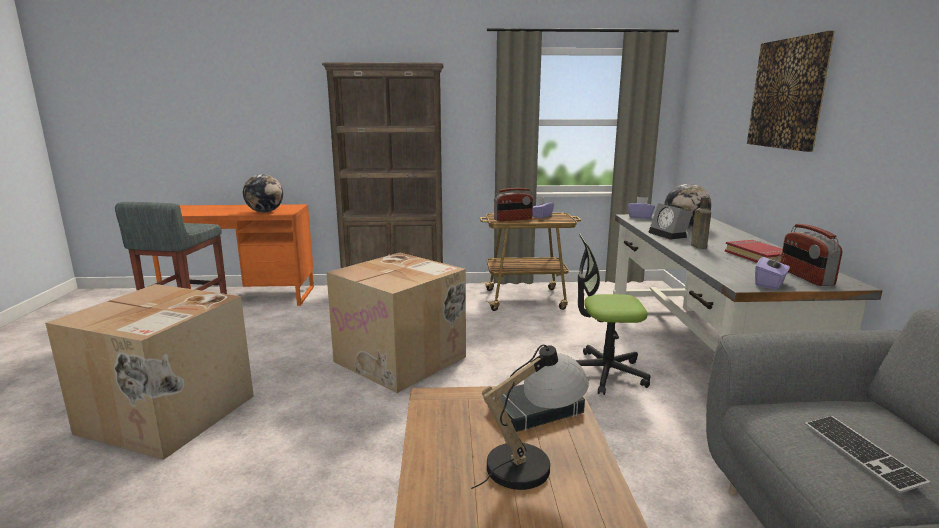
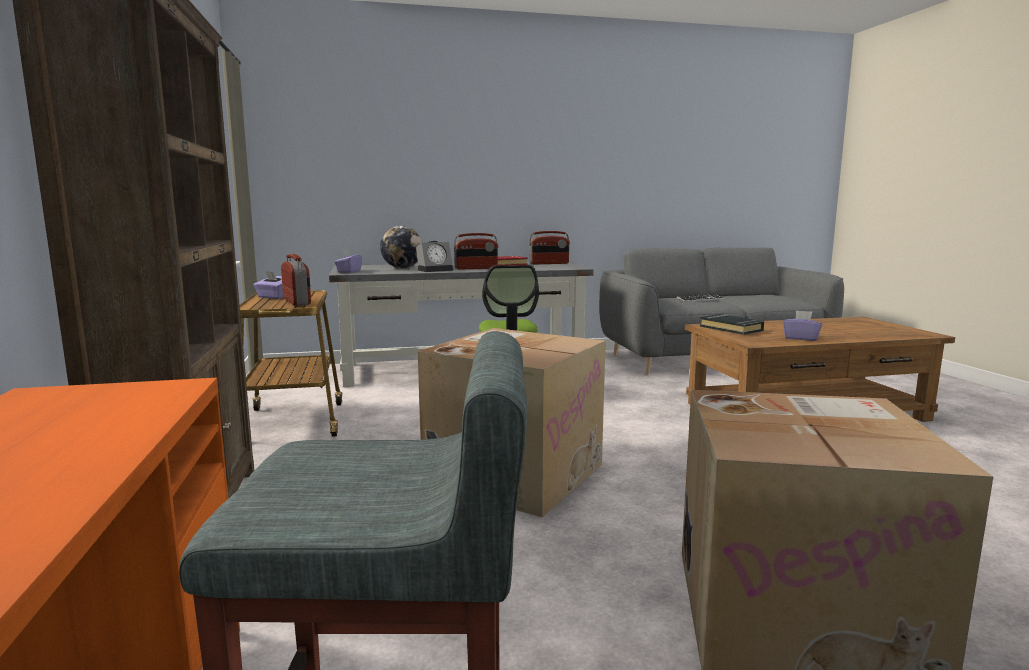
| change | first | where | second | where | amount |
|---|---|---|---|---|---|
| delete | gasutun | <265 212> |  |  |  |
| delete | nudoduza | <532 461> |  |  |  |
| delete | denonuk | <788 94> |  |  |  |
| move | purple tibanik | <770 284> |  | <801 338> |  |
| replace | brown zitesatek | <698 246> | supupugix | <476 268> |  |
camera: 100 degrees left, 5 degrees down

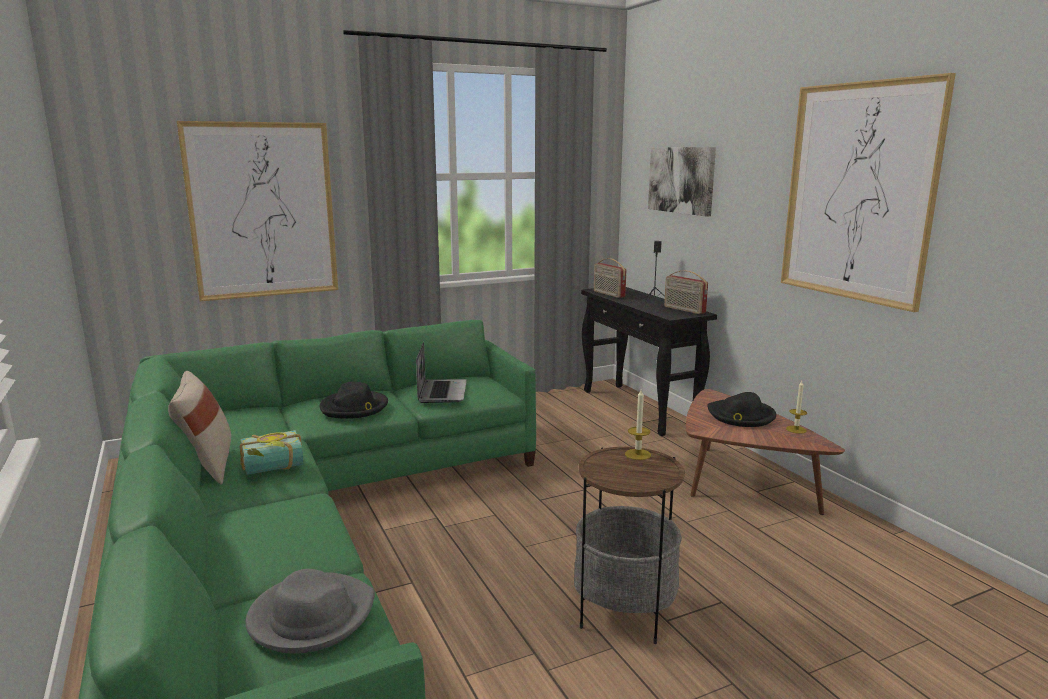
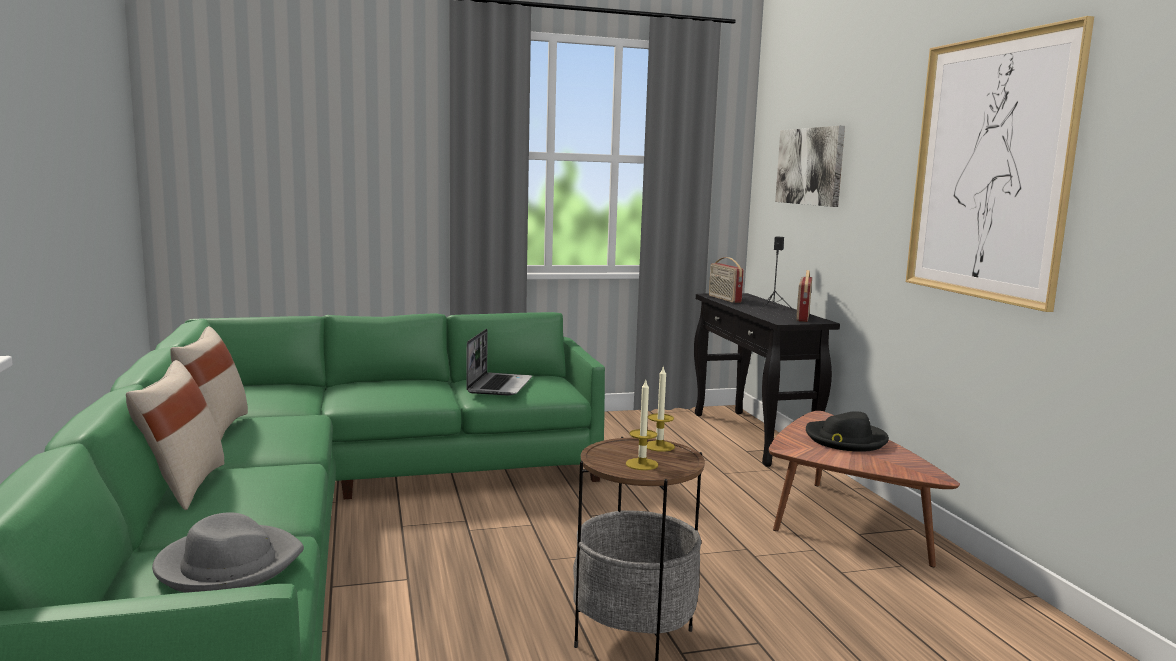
| change | first | where | second | where | amount |
|---|---|---|---|---|---|
| delete | denonuk | <262 211> |  |  |  |
| delete | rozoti | <274 469> |  |  |  |
| delete | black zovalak | <354 408> |  |  |  |
| insert |  |  | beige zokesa | <182 486> |  |
| move | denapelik | <796 429> |  | <642 464> |  |
| rotate | supupugix | <684 310> |  | <802 317> | 45 degrees clockwise |
camera: 10 degrees right, 5 degrees down

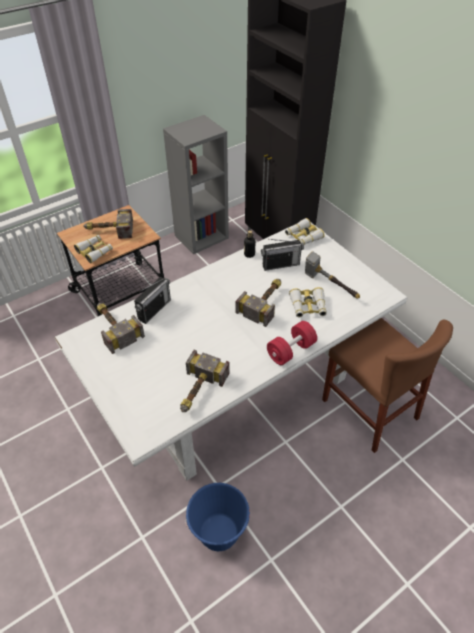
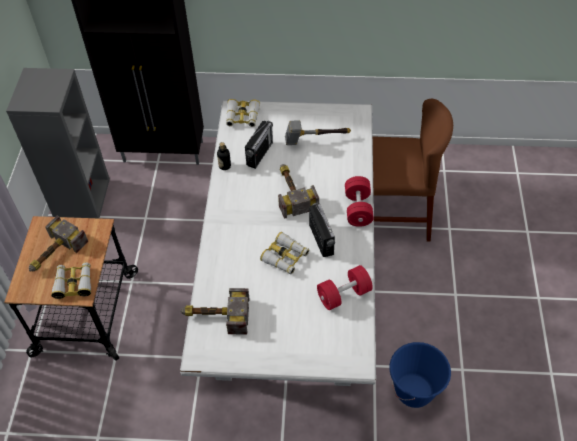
| change | first | where | second | where | amount |
|---|---|---|---|---|---|
| move | supupugix | <154 309> |  | <321 239> |  |
| move | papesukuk | <308 306> |  | <285 257> |  |
| replace | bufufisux | <198 391> | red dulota | <344 294> |  |
camera: 50 degrees left, 5 degrees up

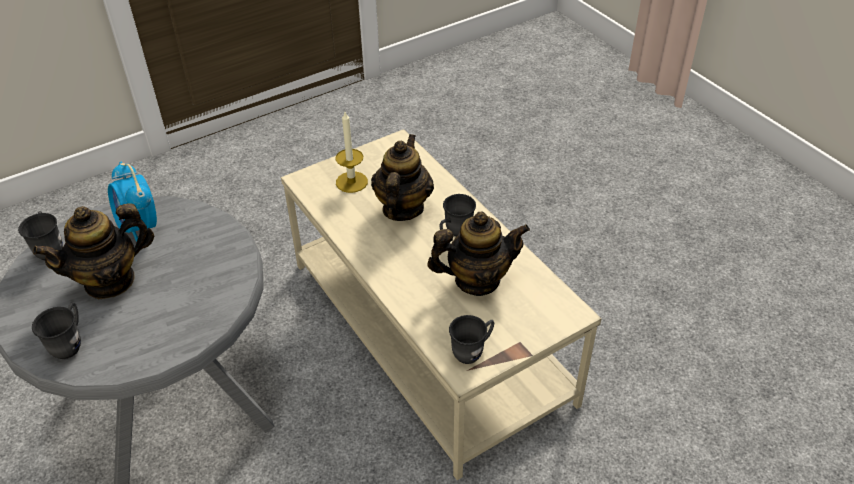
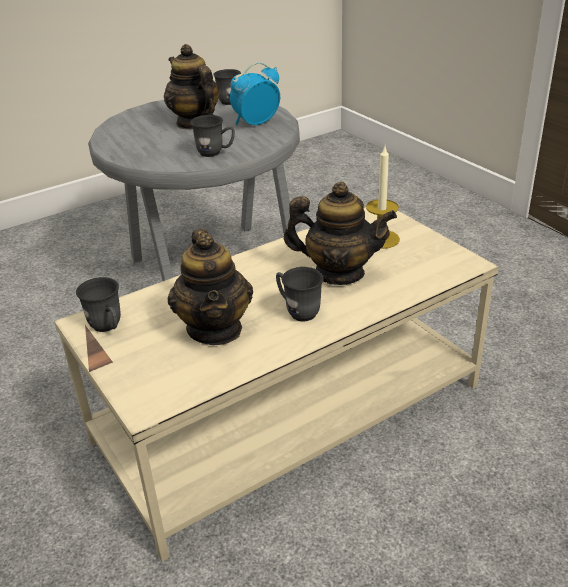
| change | first | where | second | where | amount |
|---|---|---|---|---|---|
| move | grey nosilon | <70 343> |  | <215 153> |  |
camera: 90 degrees right, 10 degrees down

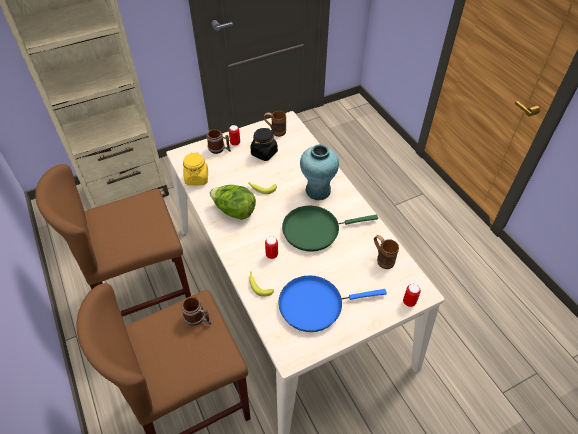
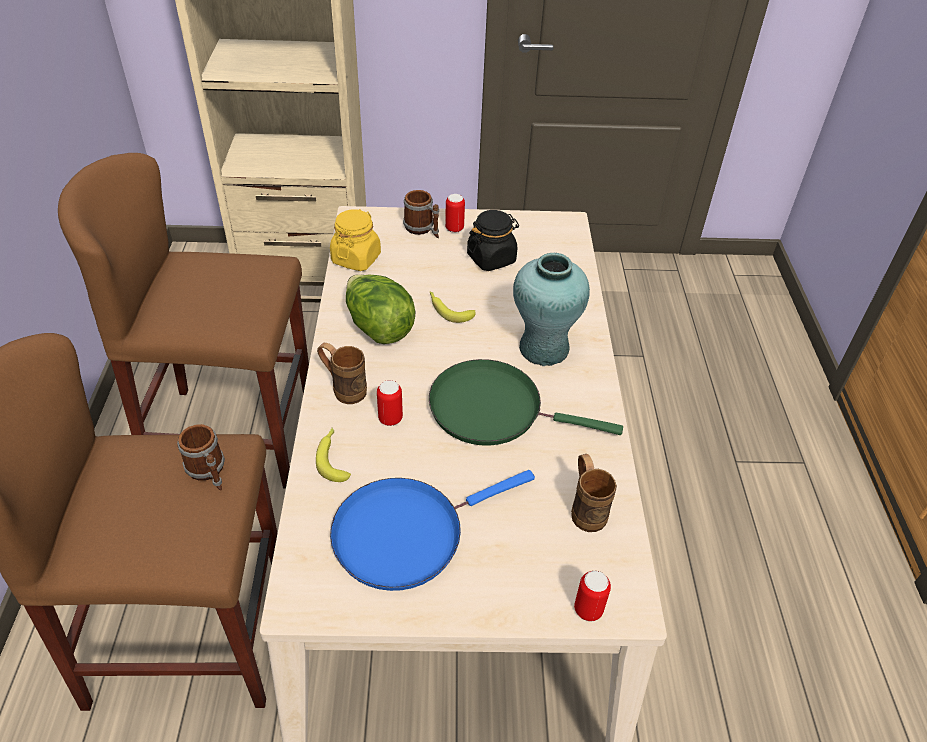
| change | first | where | second | where | amount |
|---|---|---|---|---|---|
| move | brown nosilon | <275 131> |  | <343 389> |  |
| rotate | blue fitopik | <315 305> |  | <405 533> | 45 degrees counterclockwise |
camera: 25 degrees right, 5 degrees down

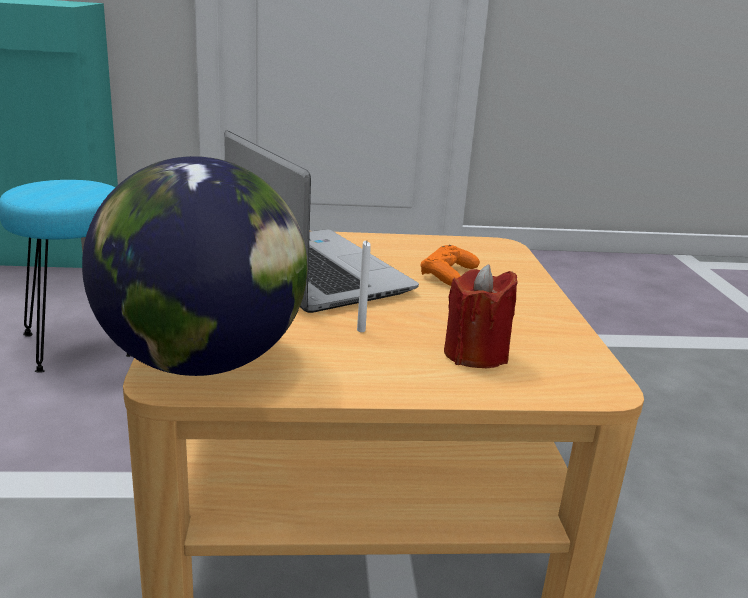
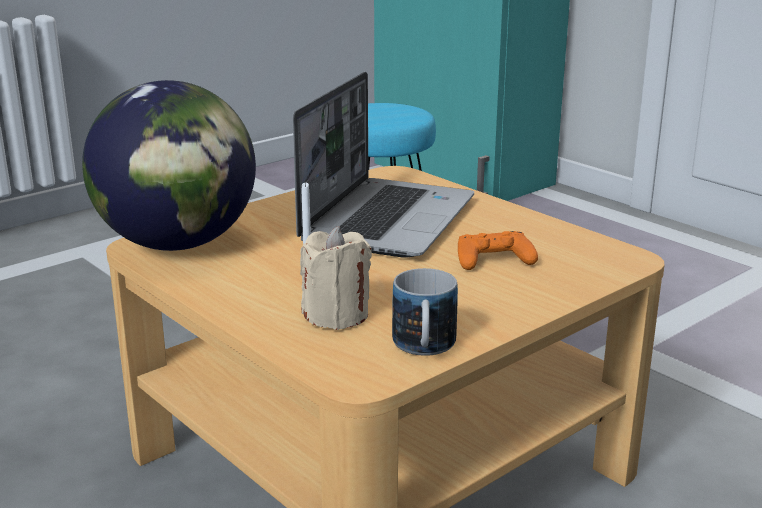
| change | first | where | second | where | amount |
|---|---|---|---|---|---|
| insert |  |  | nosilon | <424 348> |  |
| recolor | red denapelik | <475 354> | beige denapelik | <336 315> |  |
camera: 55 degrees right, 0 degrees up

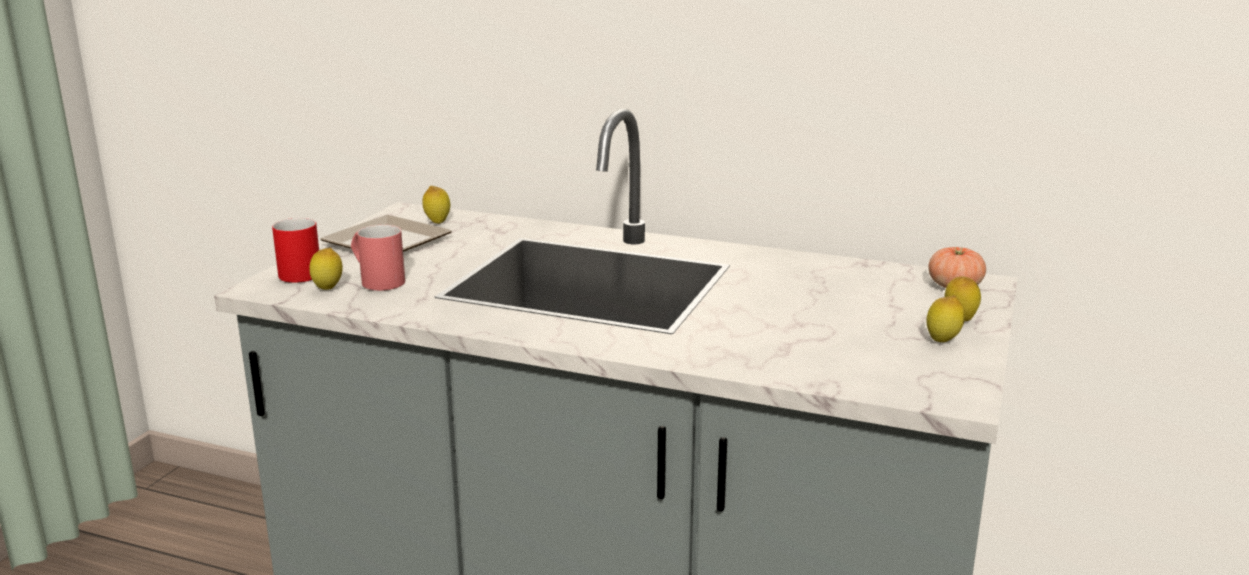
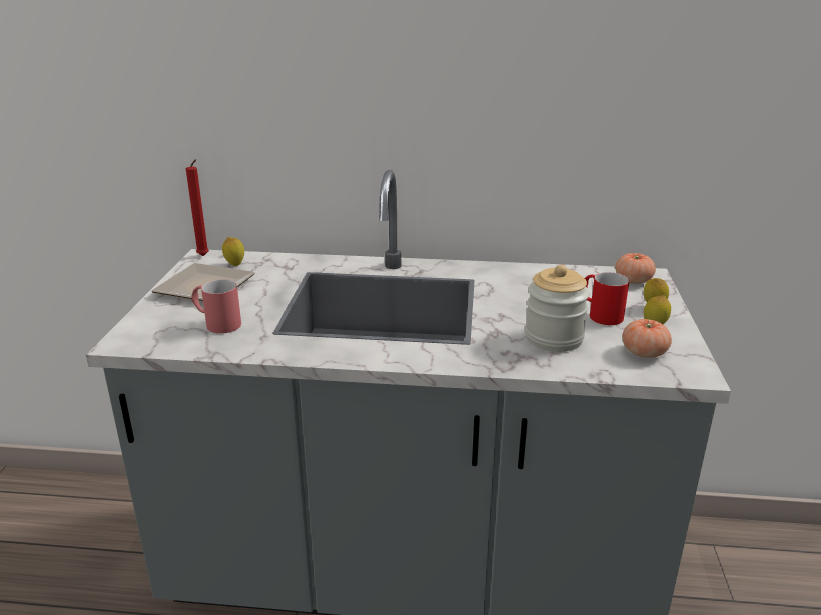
| change | first | where | second | where | amount |
|---|---|---|---|---|---|
| delete | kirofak | <328 290> |  |  |  |
| insert |  |  | red denapelik | <204 256> |  |
| insert |  |  | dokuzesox | <553 338> |  |
| insert |  |  | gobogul | <644 352> |  |
| move | red nosilon | <299 271> |  | <599 314> |  |
camera: 15 degrees left, 5 degrees up

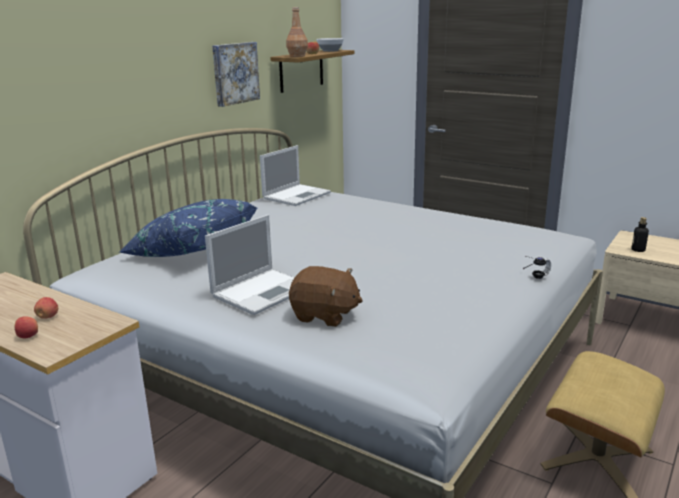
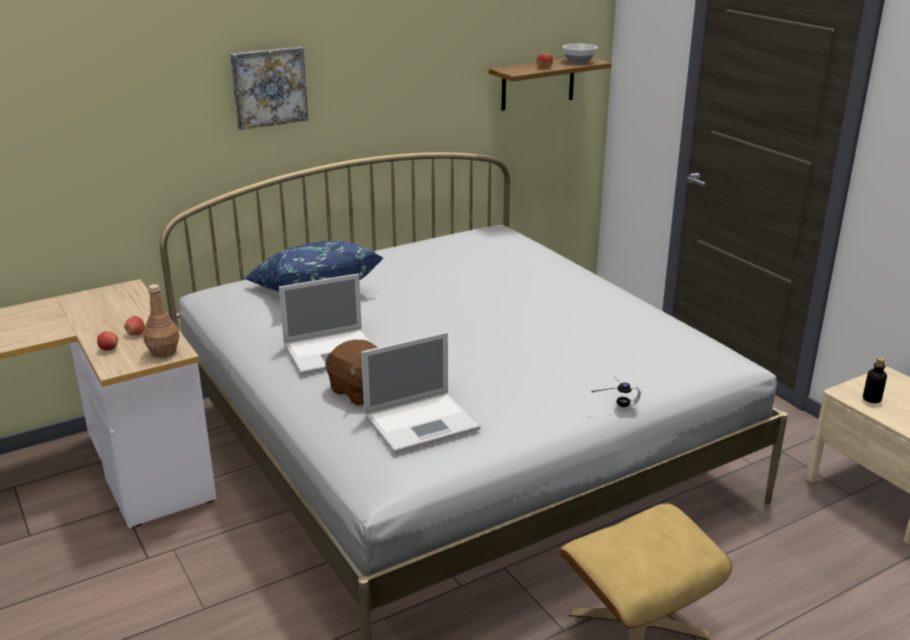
| change | first | where | second | where | amount |
|---|---|---|---|---|---|
| move | denonuk | <234 73> |  | <268 87> |  |
| move | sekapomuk | <297 195> |  | <423 422> |  |
| move | brown zitesatek | <297 56> |  | <164 352> |  |
camera: 25 degrees right, 5 degrees up

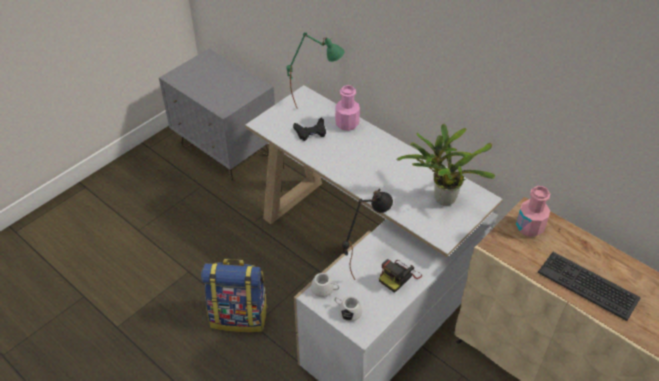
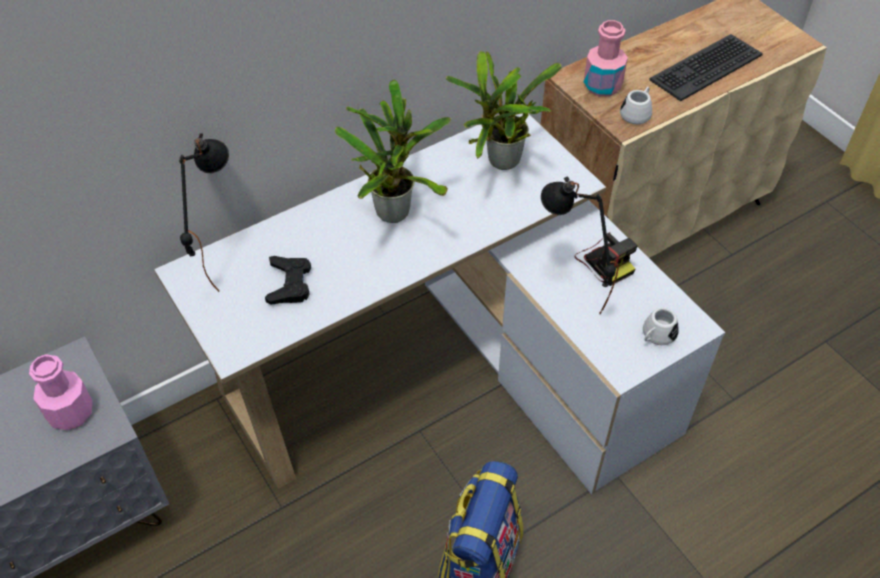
| change | first | where | second | where | amount |
|---|---|---|---|---|---|
| insert |  |  | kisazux | <394 209> |  |
| move | white nosilon | <325 290> |  | <637 112> |  |
| move | pink zitesatek | <347 124> |  | <70 412> |  |
| recolor | green nudoduza | <316 104> | black nudoduza | <219 262> |  |
camera: 75 degrees left, 5 degrees up

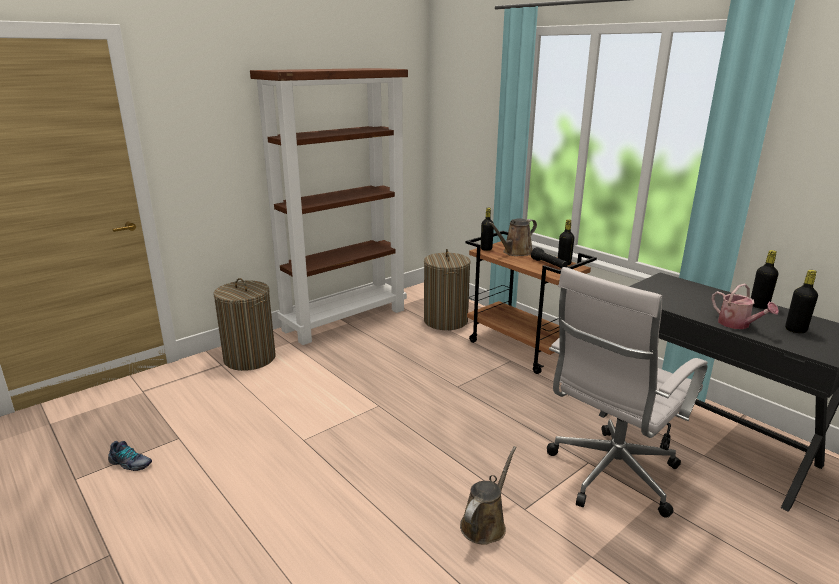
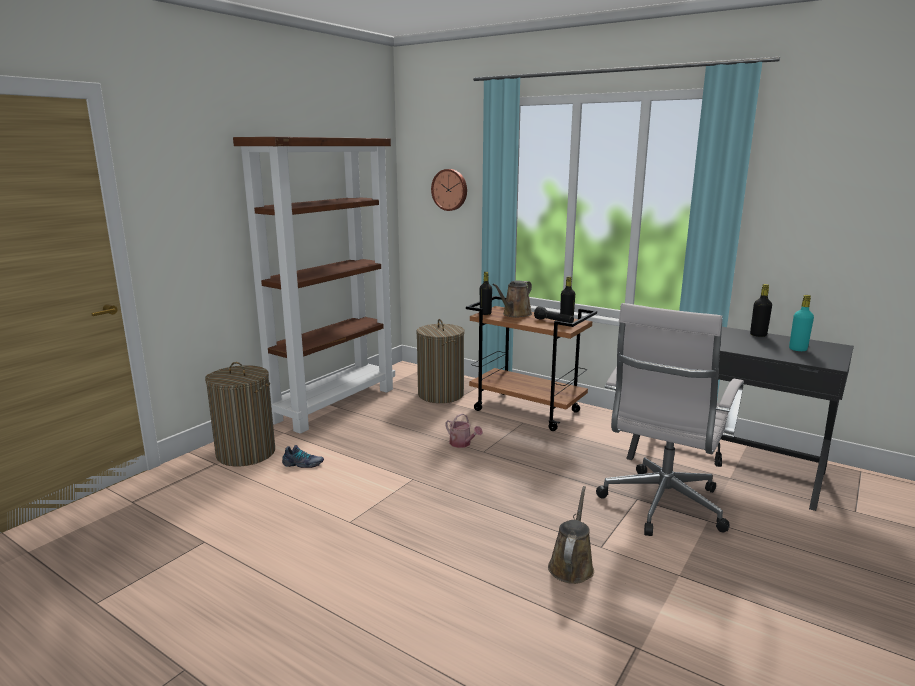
| change | first | where | second | where | amount |
|---|---|---|---|---|---|
| insert |  |  | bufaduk | <450 189> |  |
| move | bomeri | <130 463> |  | <303 464> |  |
| move | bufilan | <737 325> |  | <462 444> |  |
| recolor | black zitesatek | <795 330> | turquoise zitesatek | <798 349> |  |
camera: 15 degrees left, 5 degrees down

